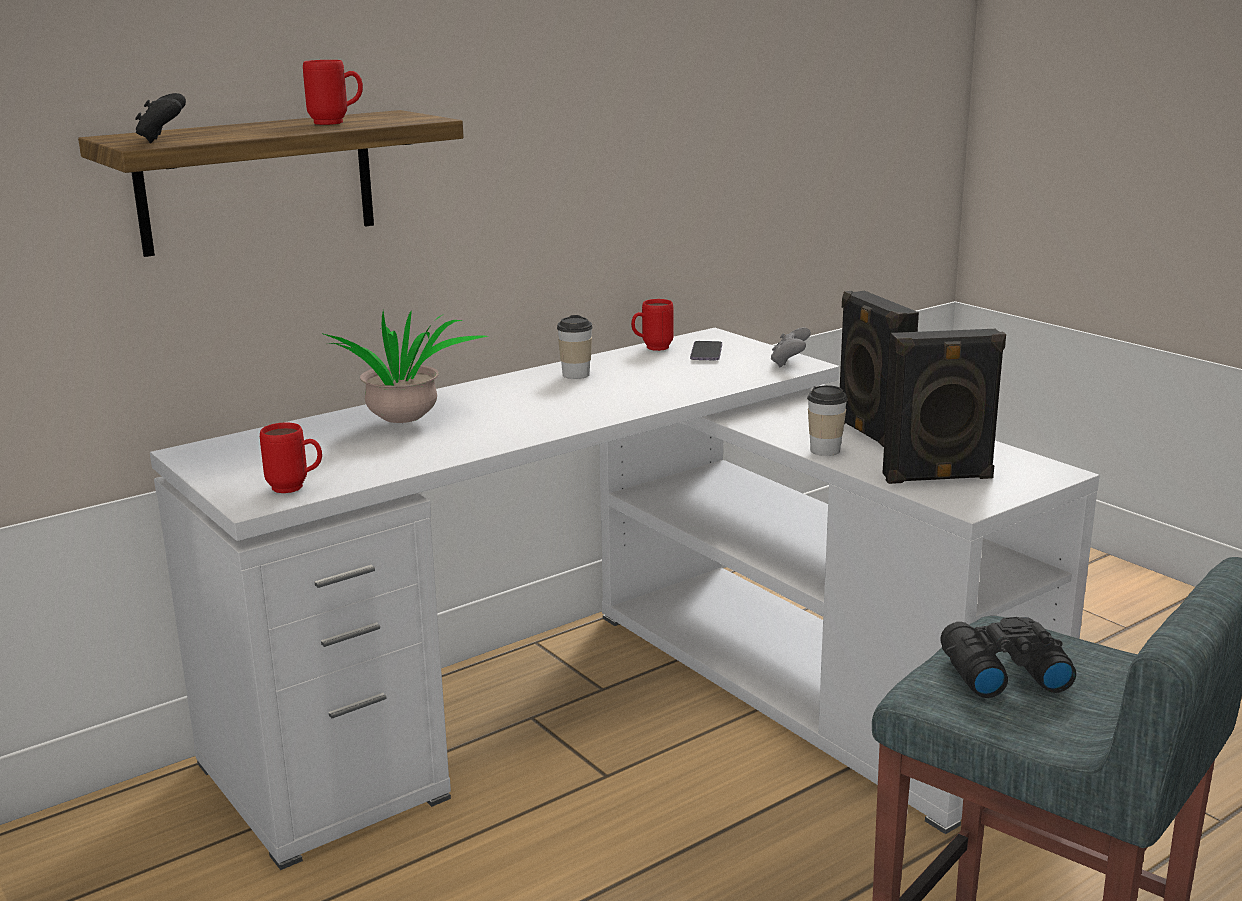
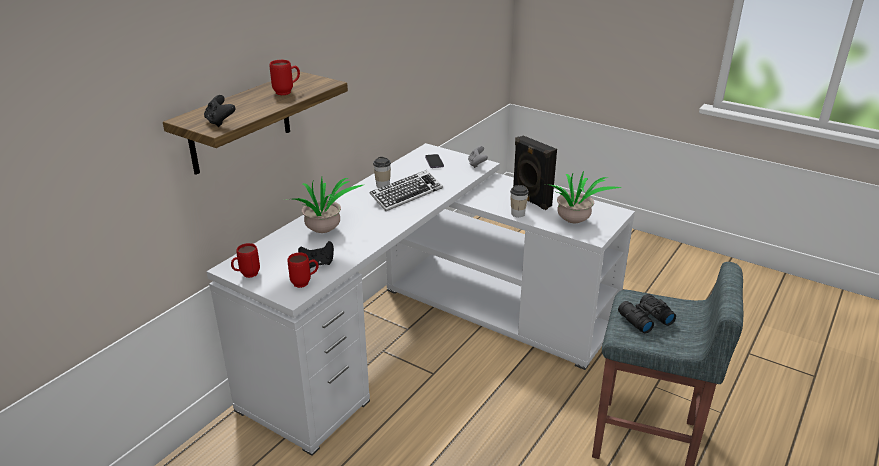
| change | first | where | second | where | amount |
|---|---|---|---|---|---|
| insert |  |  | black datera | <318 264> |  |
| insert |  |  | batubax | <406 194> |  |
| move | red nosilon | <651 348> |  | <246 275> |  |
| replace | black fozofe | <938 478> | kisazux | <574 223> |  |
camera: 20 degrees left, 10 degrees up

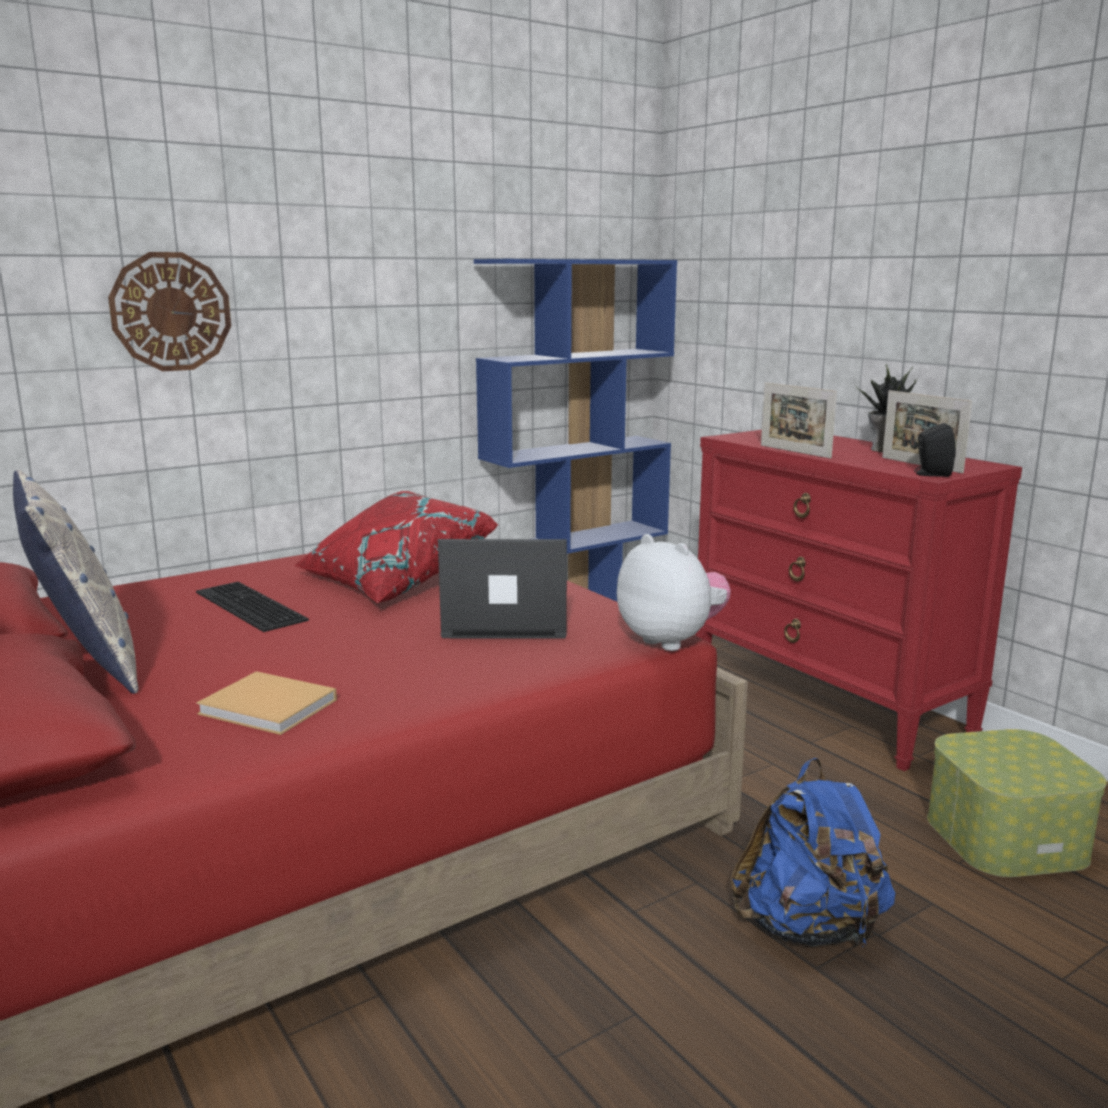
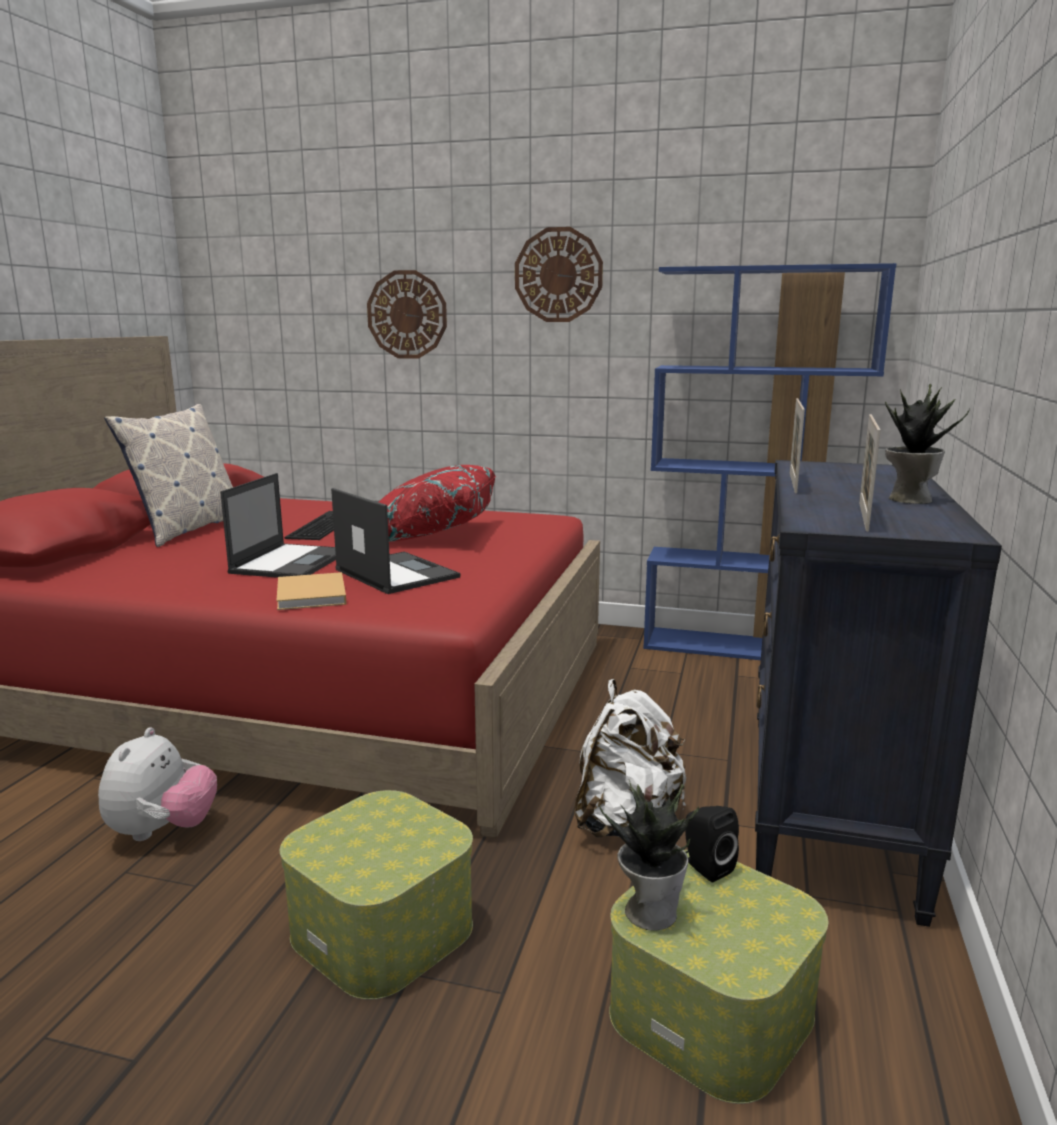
| change | first | where | second | where | amount |
|---|---|---|---|---|---|
| insert |  |  | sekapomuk | <291 562> |  |
| insert |  |  | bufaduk | <558 275> |  |
| insert |  |  | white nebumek | <625 821> |  |
| insert |  |  | kisazux | <650 911> |  |
| move | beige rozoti | <271 707> |  | <311 595> |  |
| move | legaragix | <671 640> |  | <162 831> |  |
| move | black fozofe | <931 474> |  | <705 867> |  |
| replace | blue nebumek | <809 928> | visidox | <382 929> |  |
| recolor | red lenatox | <828 703> | black lenatox | <828 806> |  |
camera: 50 degrees right, 0 degrees up

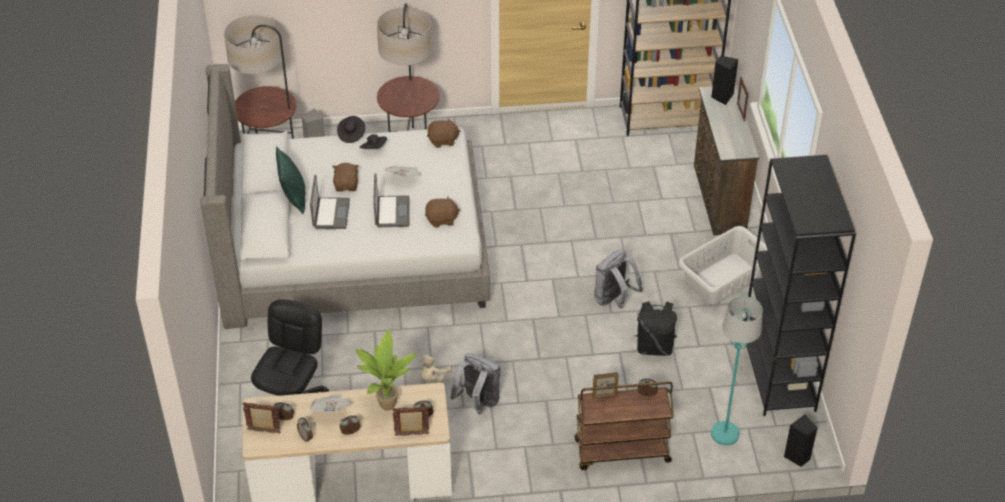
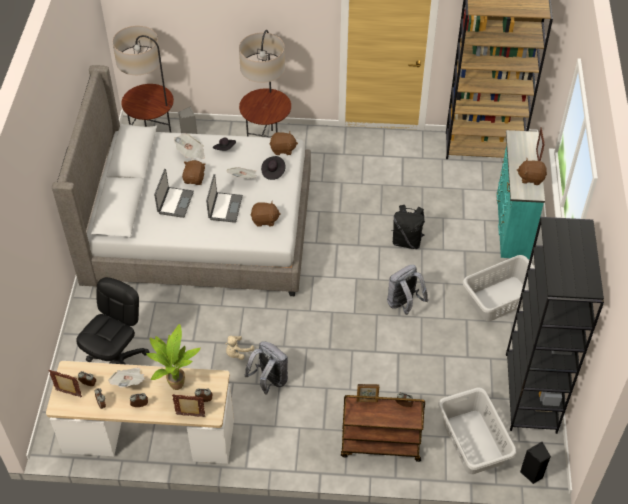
| change | first | where | second | where | amount |
|---|---|---|---|---|---|
| delete | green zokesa | <294 197> |  |  |  |
| delete | black fozofe | <722 97> |  |  |  |
| insert |  |  | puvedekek | <191 153> |  |
| insert |  |  | brown legaragix | <531 178> |  |
| move | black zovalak | <351 134> |  | <273 172> |  |
| move | black nebumek | <654 347> |  | <407 241> |  |
| replace | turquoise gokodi | <725 434> | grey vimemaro | <473 442> |  |
| recolor | brown lenatox | <718 199> | turquoise lenatox | <511 225> |  |
camera: 10 degrees right, 5 degrees up

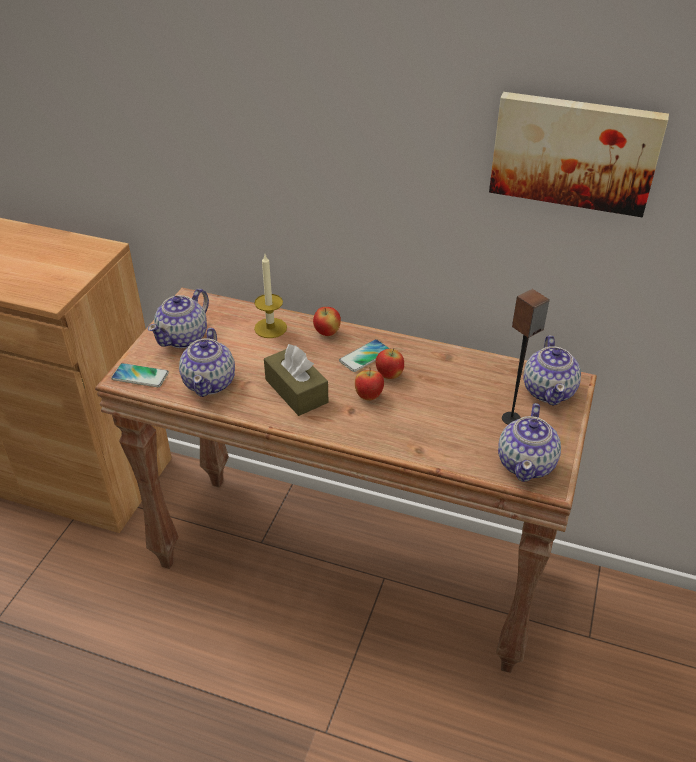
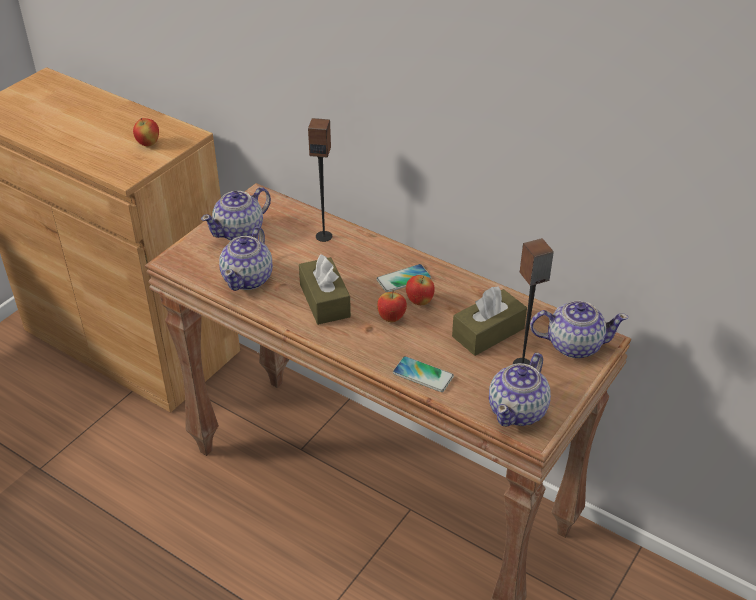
| change | first | where | second | where | amount |
|---|---|---|---|---|---|
| delete | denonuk | <574 152> |  |  |  |
| insert |  |  | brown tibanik | <488 332> |  |
| move | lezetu | <140 376> |  | <423 375> |  |
| move | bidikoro | <327 333> |  | <148 144> |  |
| replace | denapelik | <270 328> | fozofe | <324 236> |  |
| rotate | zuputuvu | <549 390> |  | <573 345> | 105 degrees counterclockwise |
camera: 15 degrees right, 0 degrees up

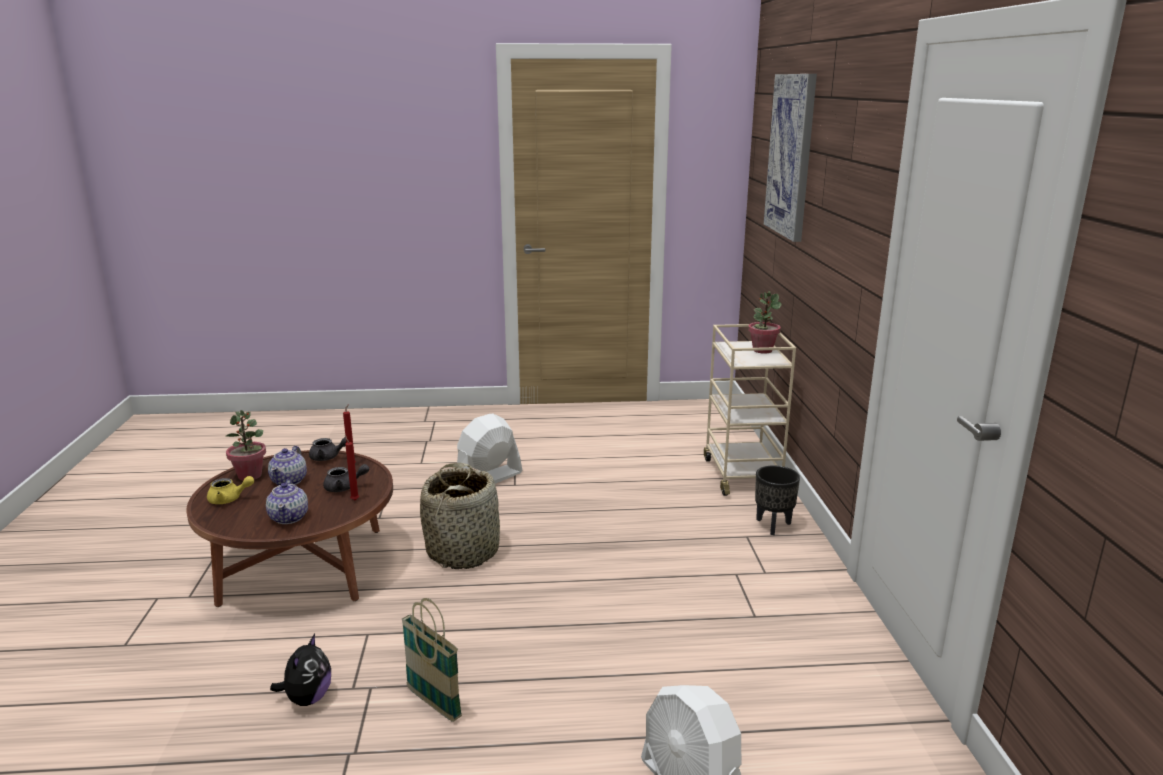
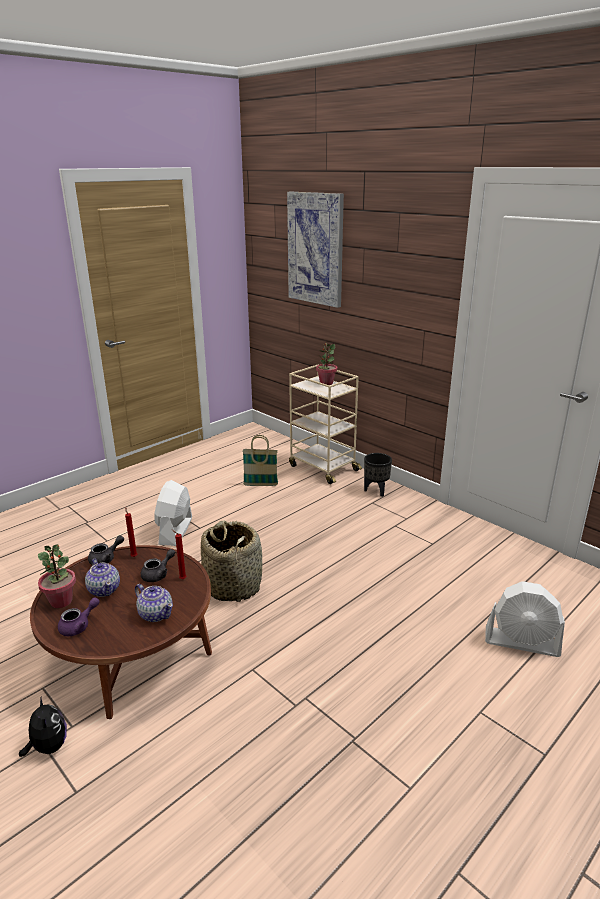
| change | first | where | second | where | amount |
|---|---|---|---|---|---|
| move | legaragix | <307 698> |  | <48 746> |  |
| move | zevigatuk | <434 703> |  | <260 485> |  |
| recolor | yellow zuputuvu | <229 499> | purple zuputuvu | <79 626> |  |
camera: 40 degrees left, 5 degrees up

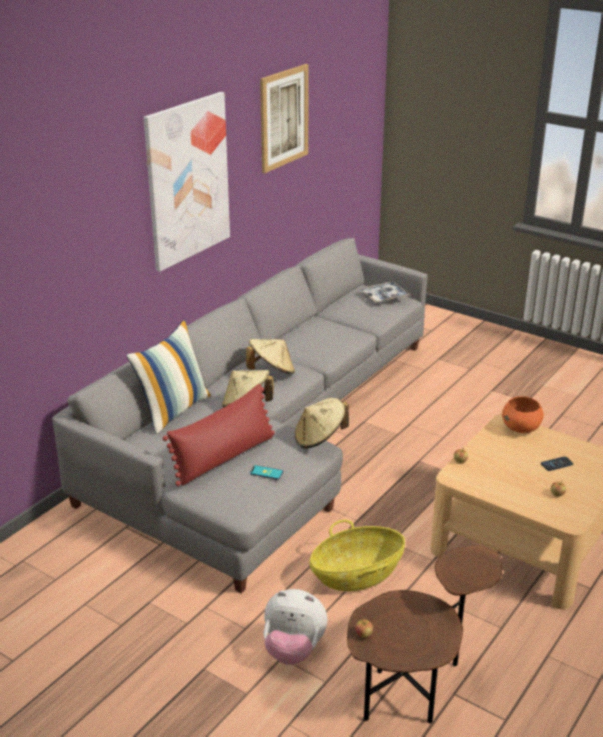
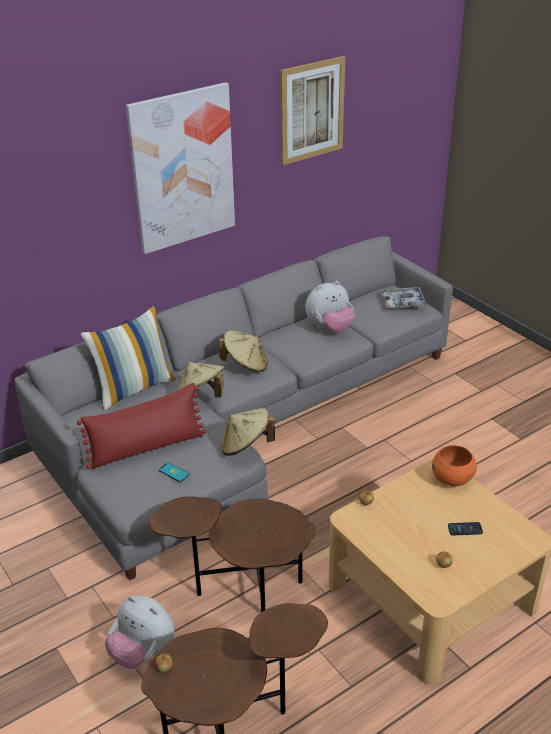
| change | first | where | second | where | amount |
|---|---|---|---|---|---|
| insert |  |  | legaragix | <330 328> |  |
| replace | zevigatuk | <357 575> | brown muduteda | <244 589> |  |
camera: 20 degrees right, 5 degrees up

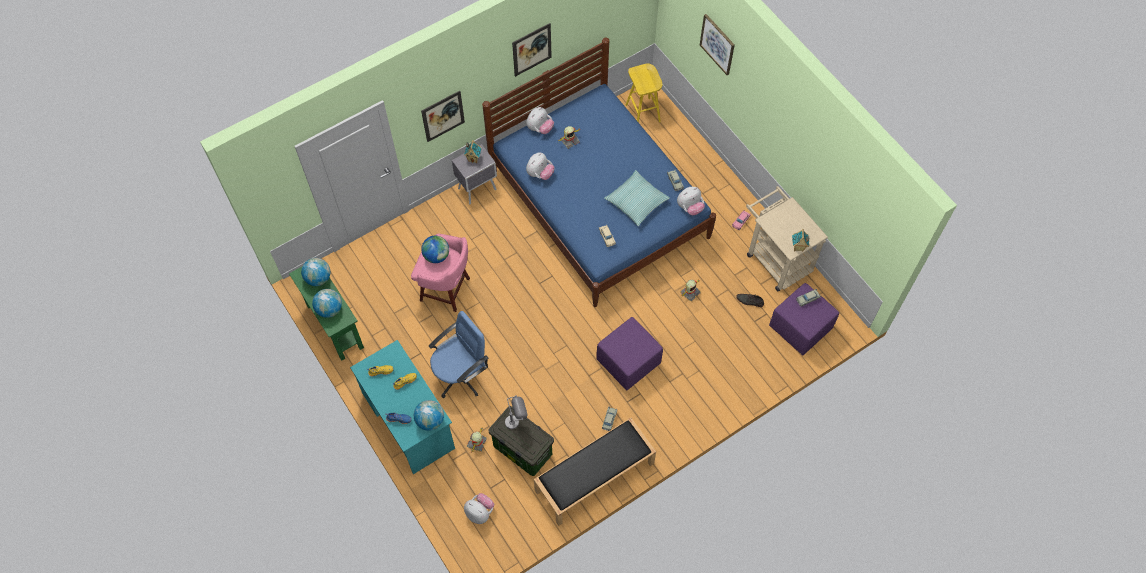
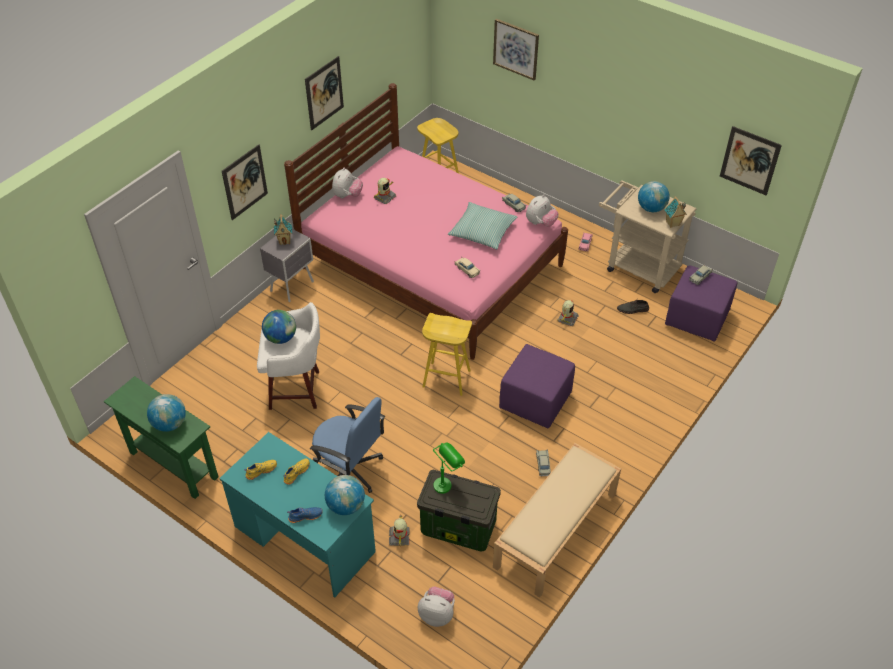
| change | first | where | second | where | amount |
|---|---|---|---|---|---|
| delete | legaragix | <540 174> |  |  |  |
| insert |  |  | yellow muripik | <445 379> |  |
| insert |  |  | denonuk | <749 160> |  |
| move | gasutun | <318 278> |  | <651 208> |  |
| recolor | pink muripik | <447 290> | white muripik | <297 390> |  |
| recolor | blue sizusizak | <599 204> | pink sizusizak | <431 266> |  |
| recolor | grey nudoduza | <516 420> | green nudoduza | <447 482> |  |
| recolor | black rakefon | <594 478> | beige rakefon | <555 530> |  |
| rotate | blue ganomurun | <461 375> |  | <349 470> | 90 degrees clockwise |
camera: 20 degrees left, 15 degrees down

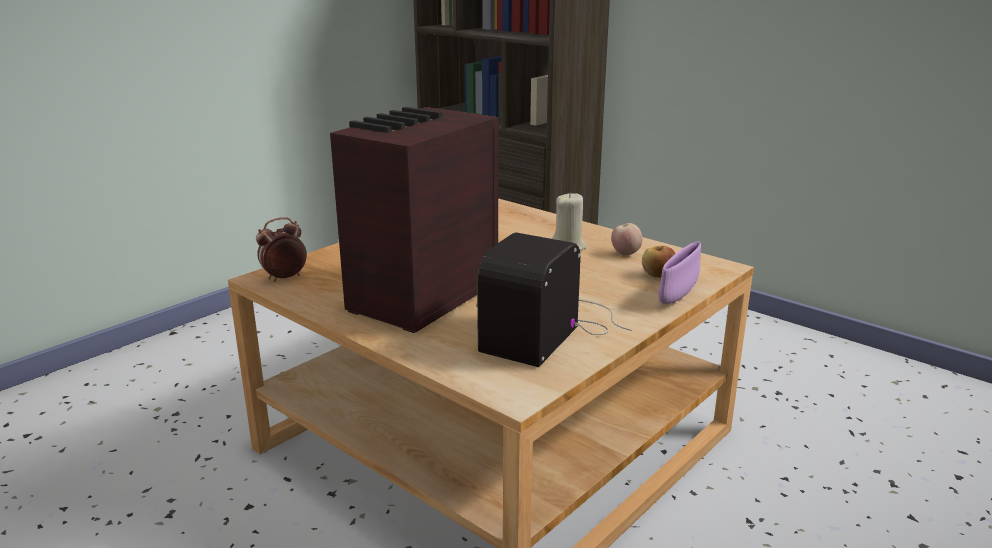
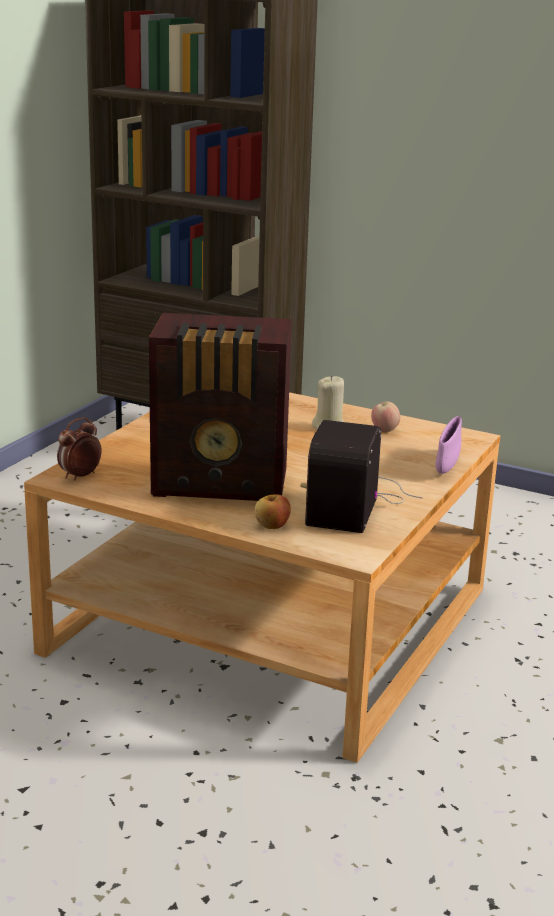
| change | first | where | second | where | amount |
|---|---|---|---|---|---|
| move | bidikoro | <657 275> |  | <272 526> |  |
| rotate | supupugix | <419 298> |  | <223 485> | 105 degrees counterclockwise |
camera: 15 degrees left, 0 degrees up

